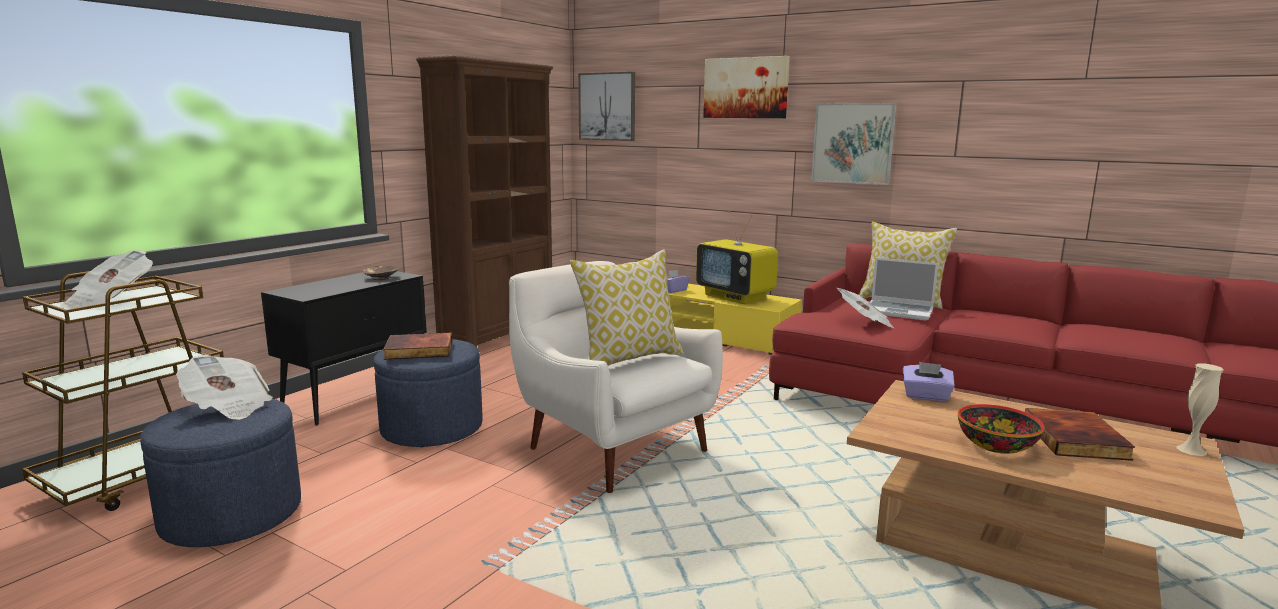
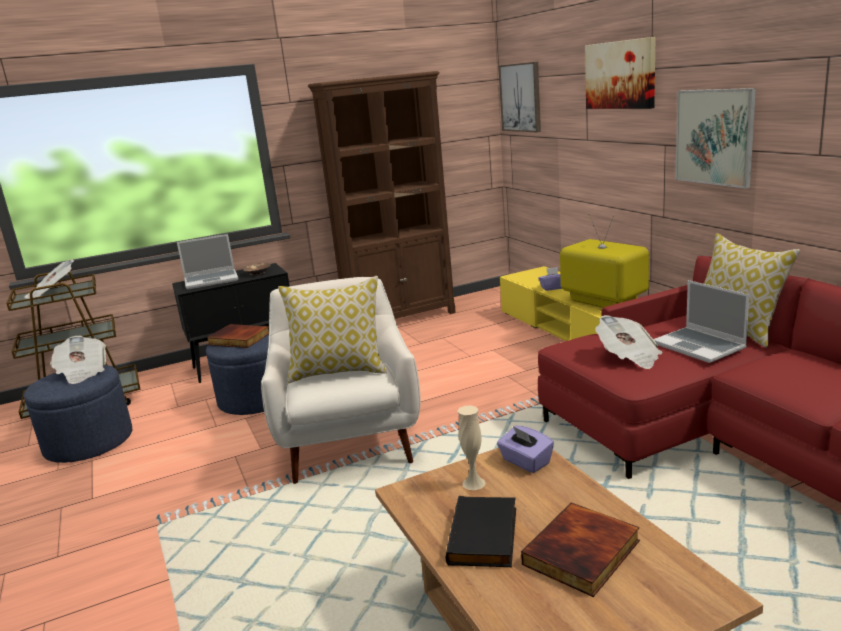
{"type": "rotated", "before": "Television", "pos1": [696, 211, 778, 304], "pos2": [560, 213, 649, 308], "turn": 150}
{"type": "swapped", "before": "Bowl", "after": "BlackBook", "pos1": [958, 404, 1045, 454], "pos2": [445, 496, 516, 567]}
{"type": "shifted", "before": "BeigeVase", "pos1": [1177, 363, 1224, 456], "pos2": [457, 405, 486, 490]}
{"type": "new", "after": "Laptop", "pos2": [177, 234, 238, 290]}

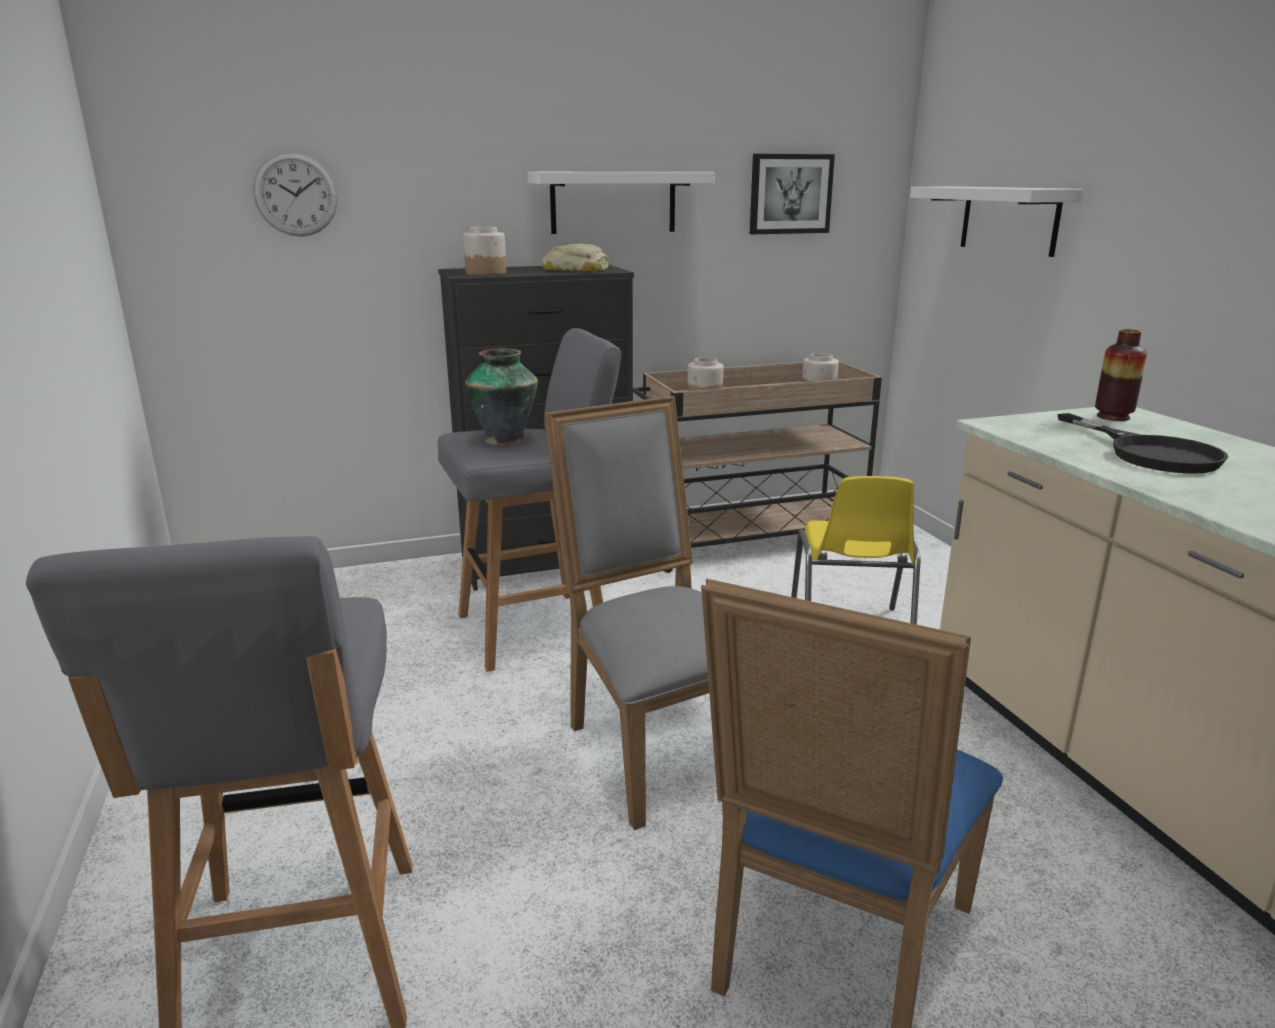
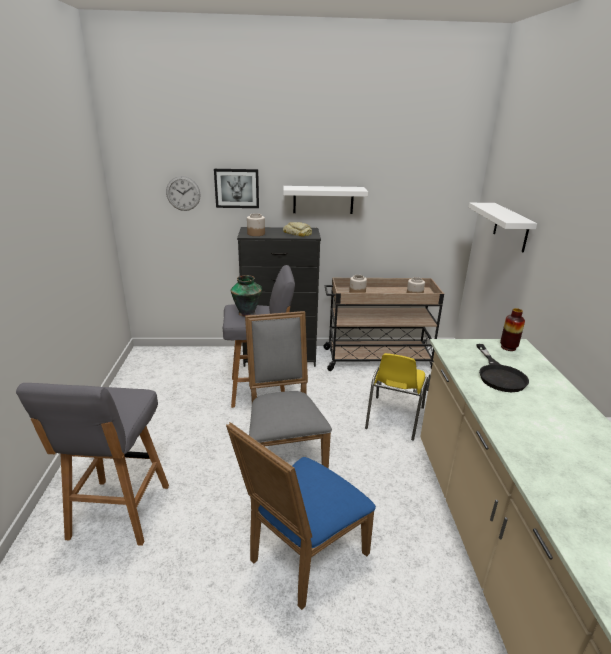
{"type": "shifted", "before": "Picture", "pos1": [750, 154, 835, 234], "pos2": [214, 169, 259, 208]}

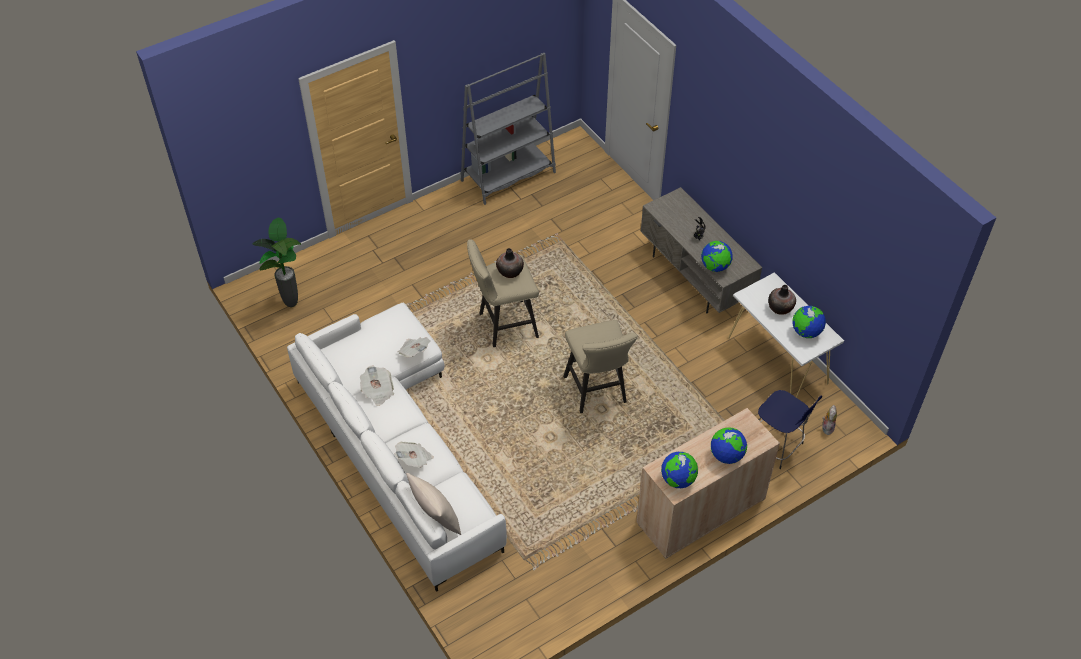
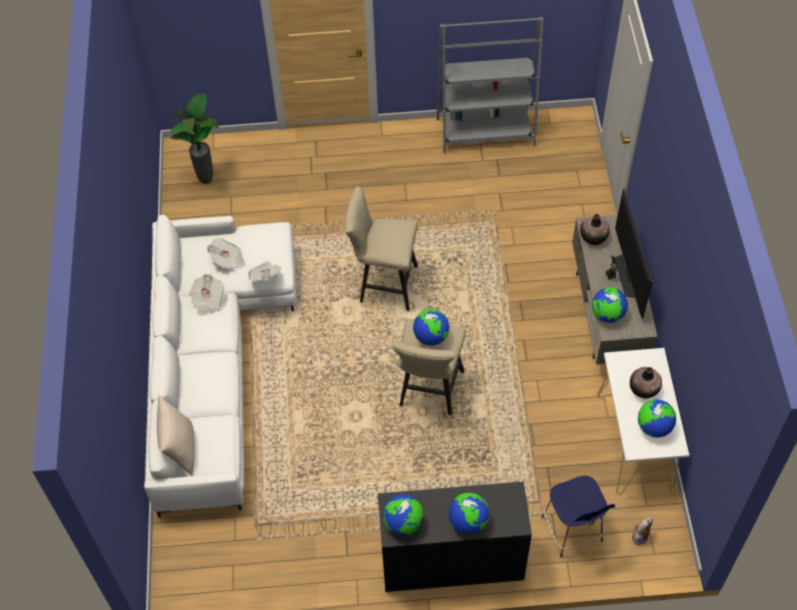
{"type": "shifted", "before": "Newspaper", "pos1": [394, 442, 434, 468], "pos2": [207, 238, 245, 269]}
{"type": "shifted", "before": "Vase", "pos1": [496, 248, 524, 278], "pos2": [580, 214, 610, 245]}
{"type": "repainted", "before": "BeigeCabinet", "after": "BlackCabinet", "pos1": [636, 408, 780, 559], "pos2": [378, 481, 532, 592]}
{"type": "new", "after": "Globe", "pos2": [413, 309, 449, 346]}
{"type": "new", "after": "Television", "pos2": [615, 189, 652, 319]}

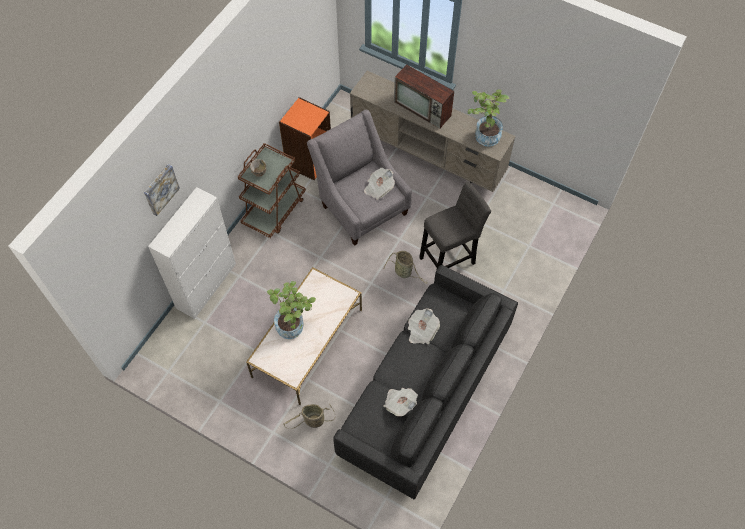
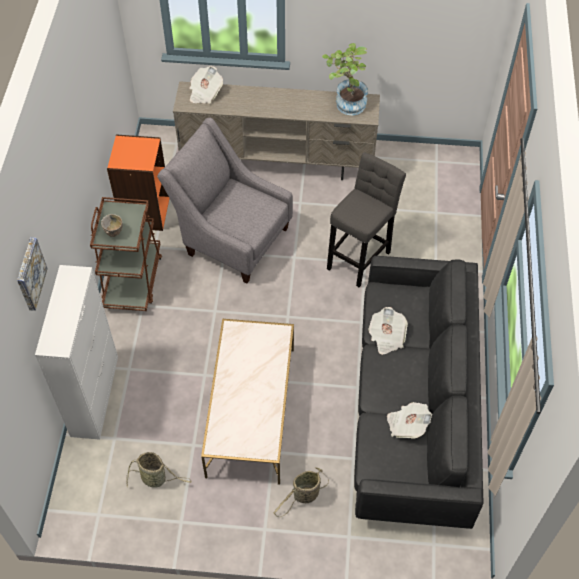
{"type": "gone", "before": "PottedPlant", "pos1": [267, 281, 316, 339]}
{"type": "shifted", "before": "Newspaper", "pos1": [364, 168, 395, 200], "pos2": [189, 66, 223, 104]}
{"type": "shifted", "before": "Basket", "pos1": [384, 251, 427, 284], "pos2": [126, 452, 192, 488]}
{"type": "gone", "before": "Television", "pos1": [394, 65, 454, 129]}

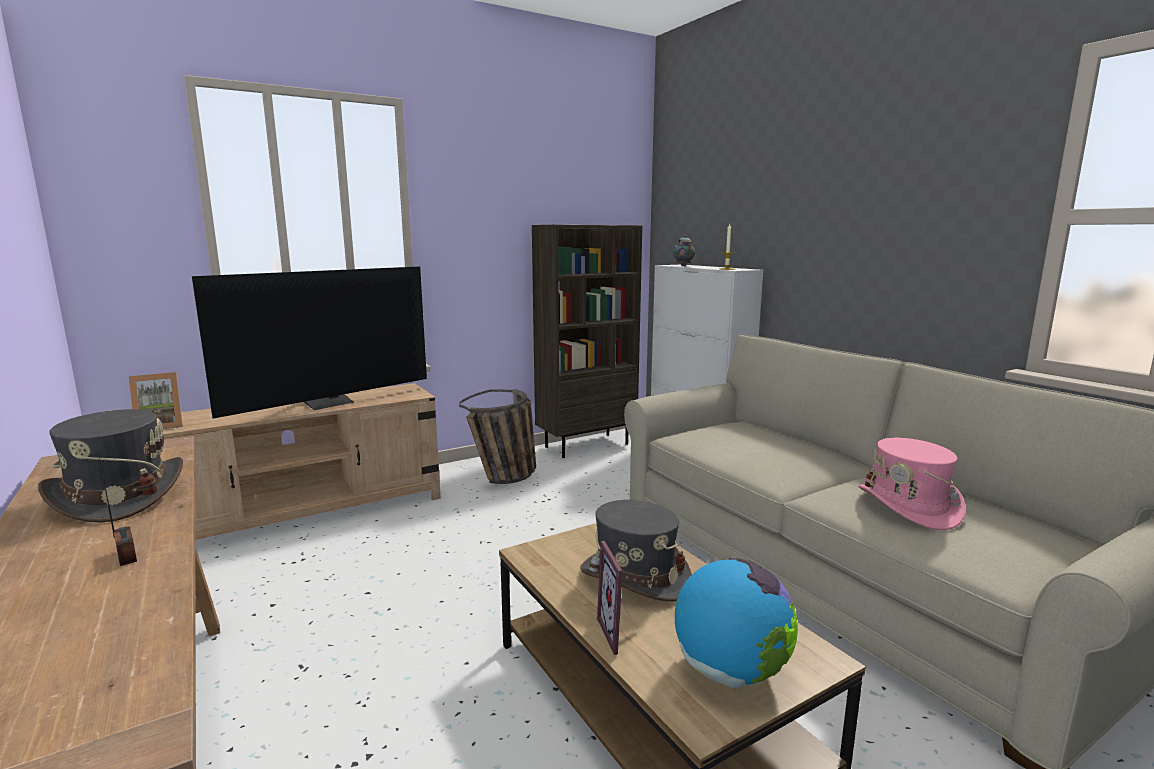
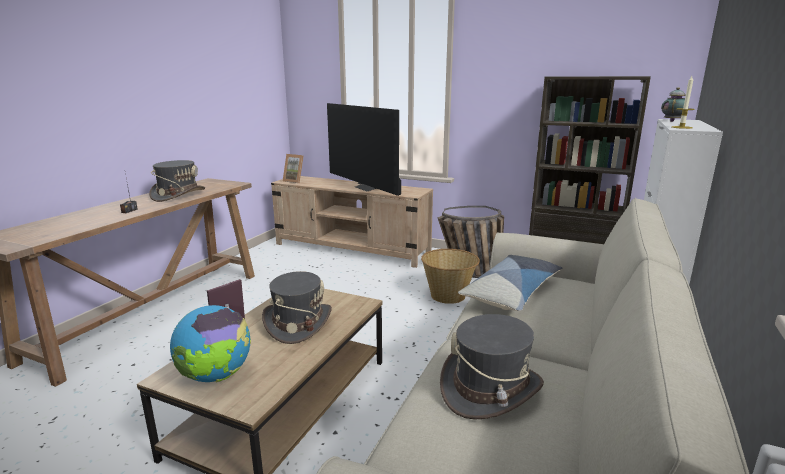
{"type": "rotated", "before": "Television", "pos1": [192, 267, 427, 419], "pos2": [327, 103, 401, 196], "turn": 45}
{"type": "repainted", "before": "PinkHat", "after": "GreyHat", "pos1": [858, 438, 966, 530], "pos2": [440, 314, 544, 420]}
{"type": "new", "after": "Basket", "pos2": [421, 249, 480, 304]}
{"type": "new", "after": "Pillow", "pos2": [458, 255, 562, 311]}

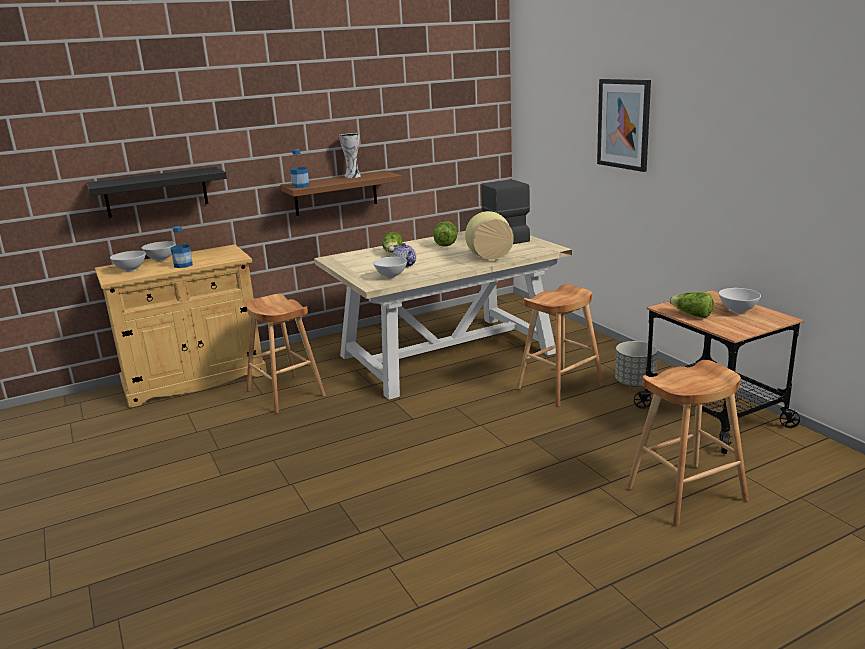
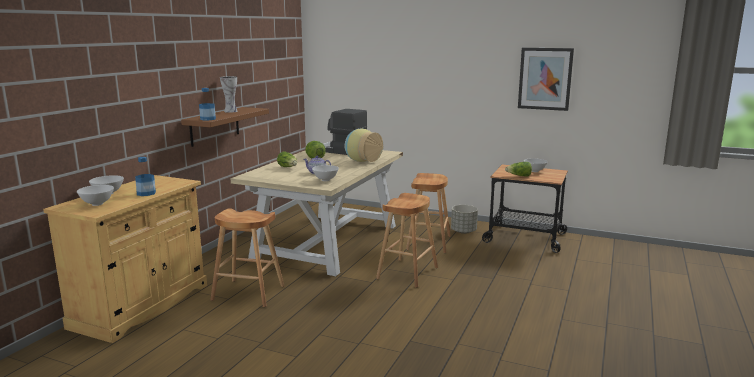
{"type": "gone", "before": "BlackShelf", "pos1": [86, 167, 227, 218]}
{"type": "shifted", "before": "Picture", "pos1": [597, 79, 651, 172], "pos2": [518, 48, 574, 111]}
{"type": "shifted", "before": "BrownStool", "pos1": [626, 360, 749, 527], "pos2": [376, 193, 438, 288]}

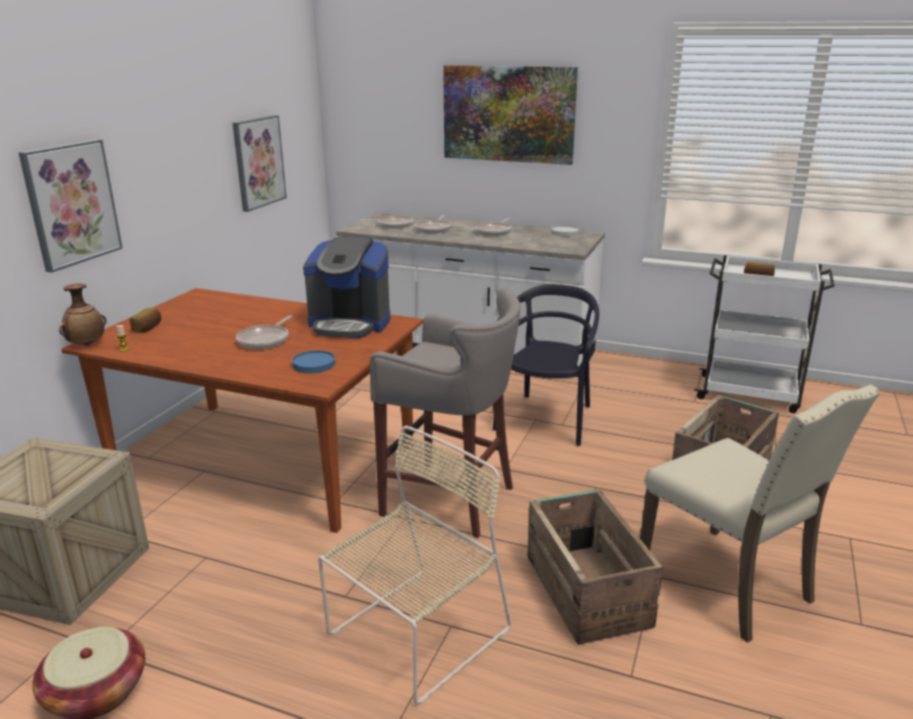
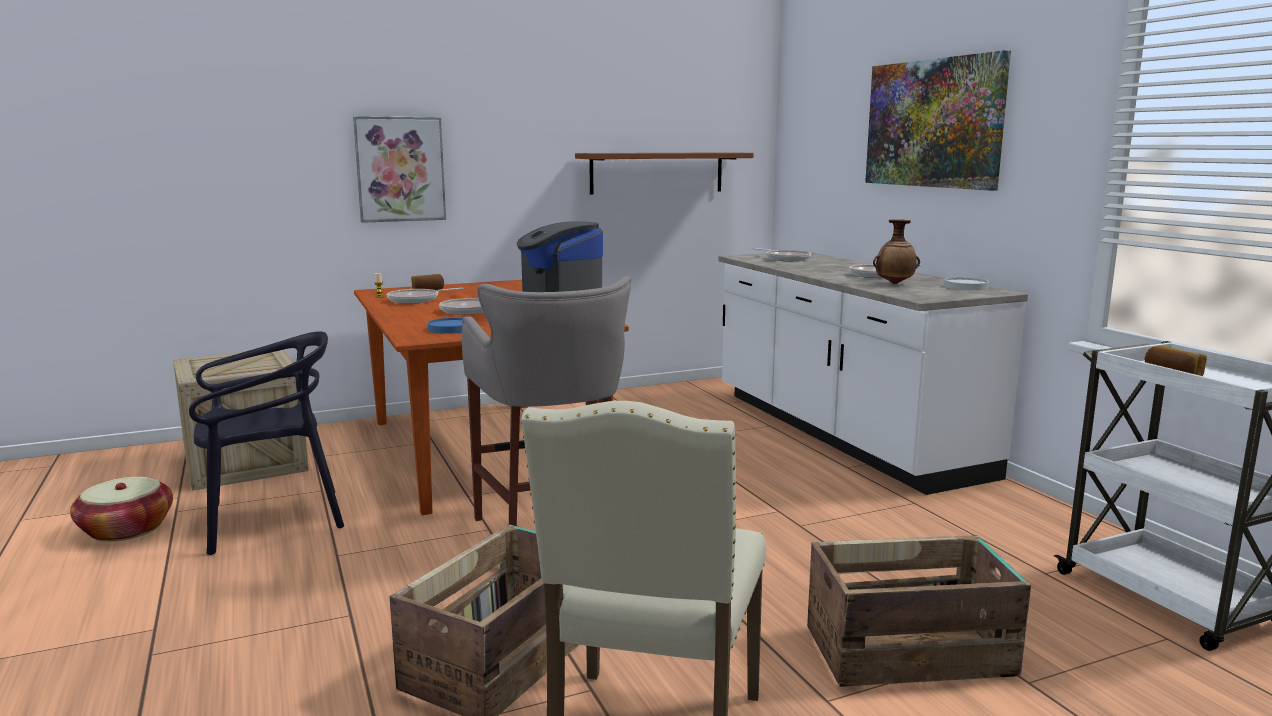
{"type": "shifted", "before": "Vase", "pos1": [59, 284, 107, 346], "pos2": [873, 219, 920, 284]}
{"type": "swapped", "before": "Picture", "after": "BrownShelf", "pos1": [232, 115, 287, 212], "pos2": [575, 152, 754, 195]}
{"type": "gone", "before": "BeigeChair", "pos1": [318, 426, 511, 704]}
{"type": "shifted", "before": "FryingPan", "pos1": [415, 215, 451, 233], "pos2": [387, 288, 464, 304]}
{"type": "shifted", "before": "BlackChair", "pos1": [493, 284, 599, 446], "pos2": [189, 331, 344, 555]}

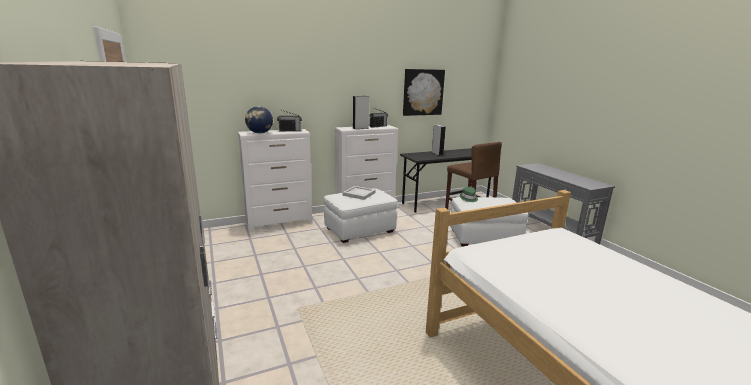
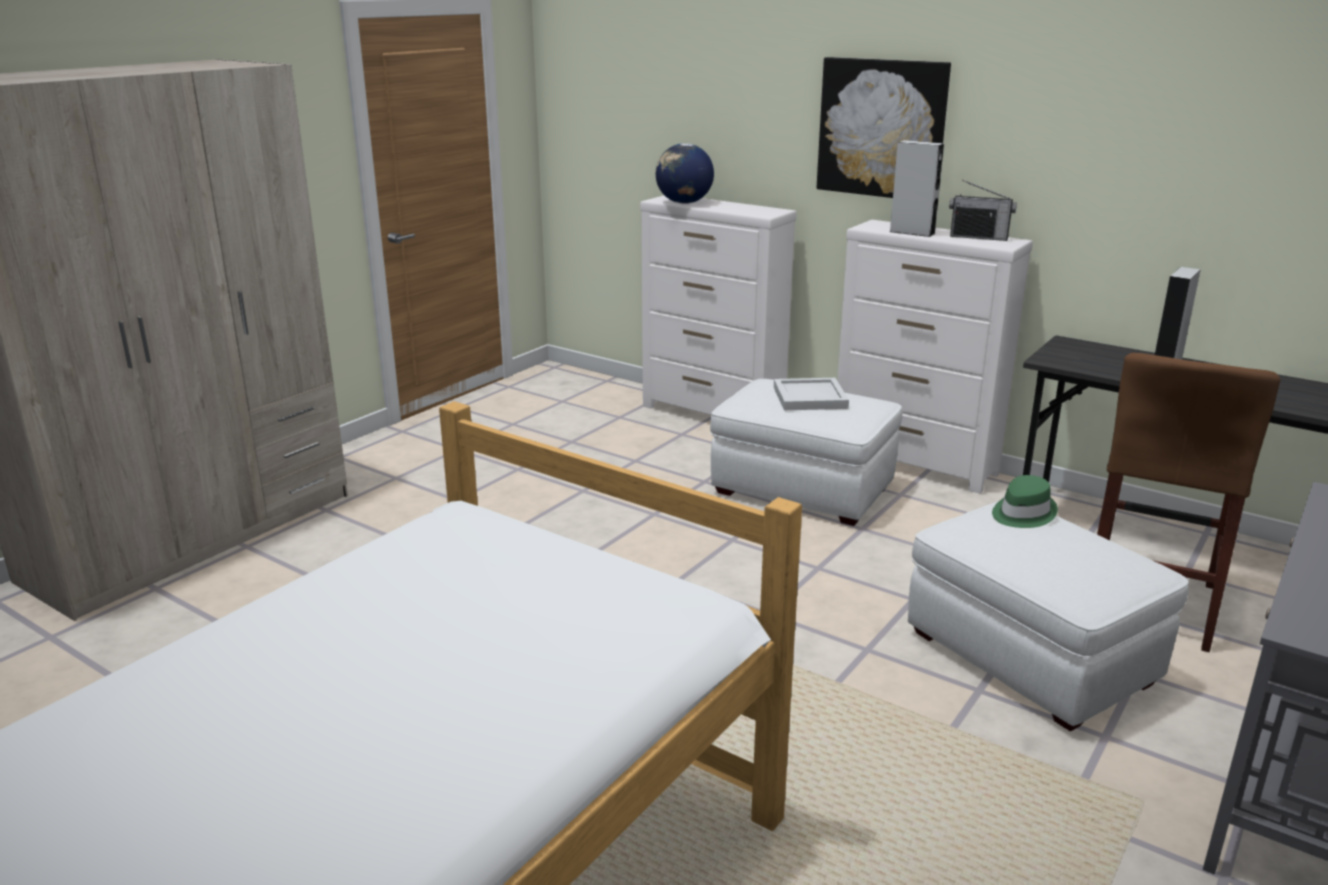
{"type": "gone", "before": "Radio", "pos1": [277, 110, 302, 131]}
{"type": "shifted", "before": "Picture", "pos1": [403, 69, 445, 116], "pos2": [817, 57, 951, 198]}

